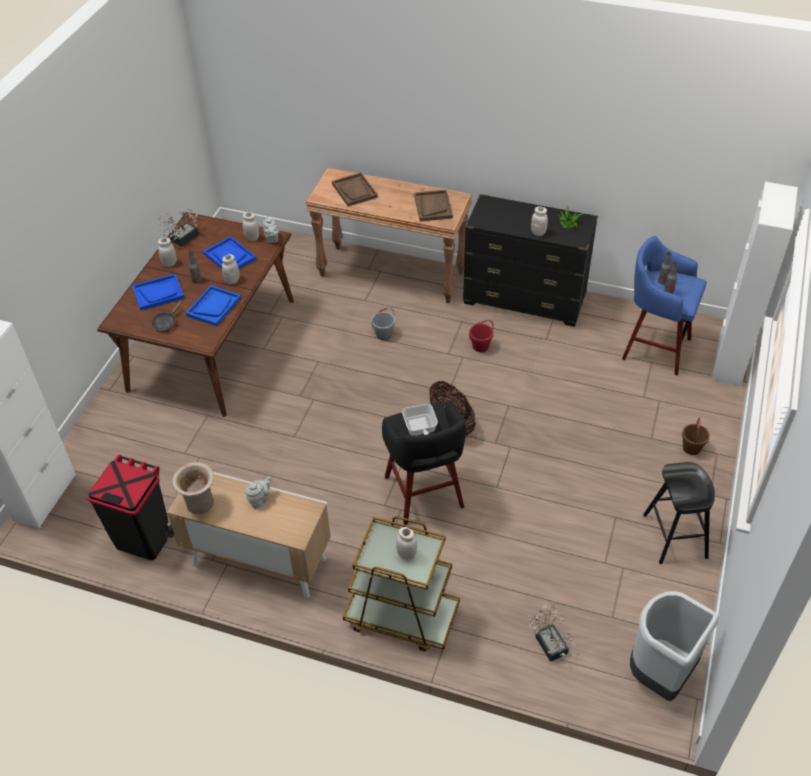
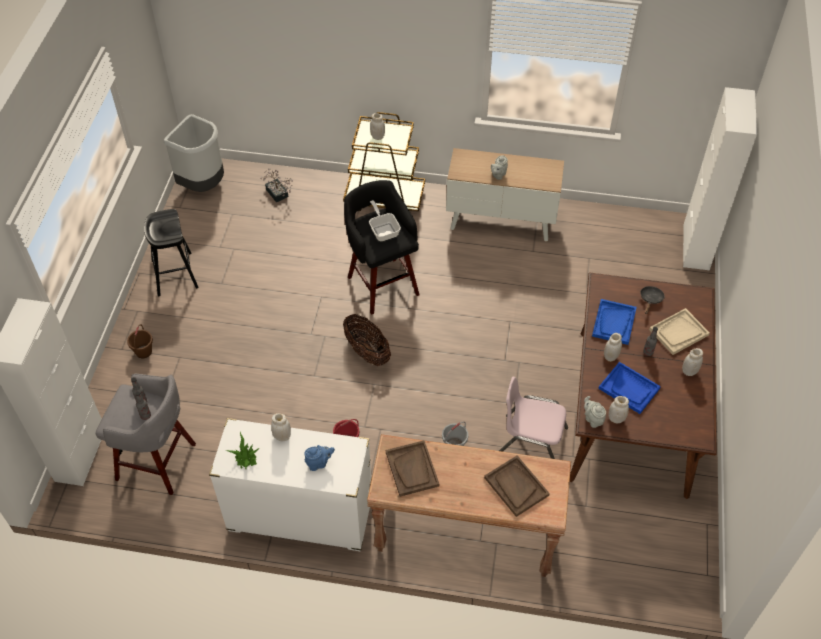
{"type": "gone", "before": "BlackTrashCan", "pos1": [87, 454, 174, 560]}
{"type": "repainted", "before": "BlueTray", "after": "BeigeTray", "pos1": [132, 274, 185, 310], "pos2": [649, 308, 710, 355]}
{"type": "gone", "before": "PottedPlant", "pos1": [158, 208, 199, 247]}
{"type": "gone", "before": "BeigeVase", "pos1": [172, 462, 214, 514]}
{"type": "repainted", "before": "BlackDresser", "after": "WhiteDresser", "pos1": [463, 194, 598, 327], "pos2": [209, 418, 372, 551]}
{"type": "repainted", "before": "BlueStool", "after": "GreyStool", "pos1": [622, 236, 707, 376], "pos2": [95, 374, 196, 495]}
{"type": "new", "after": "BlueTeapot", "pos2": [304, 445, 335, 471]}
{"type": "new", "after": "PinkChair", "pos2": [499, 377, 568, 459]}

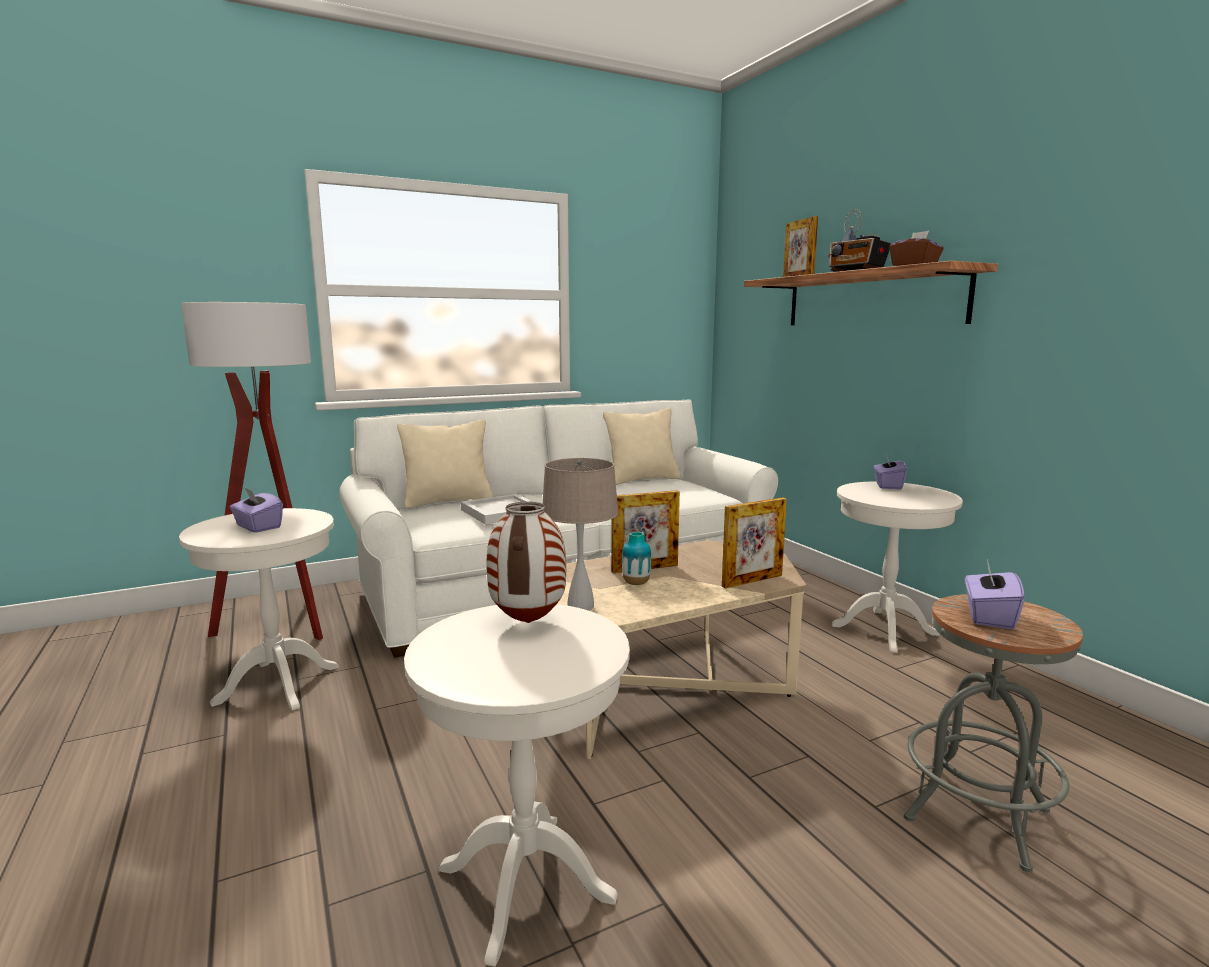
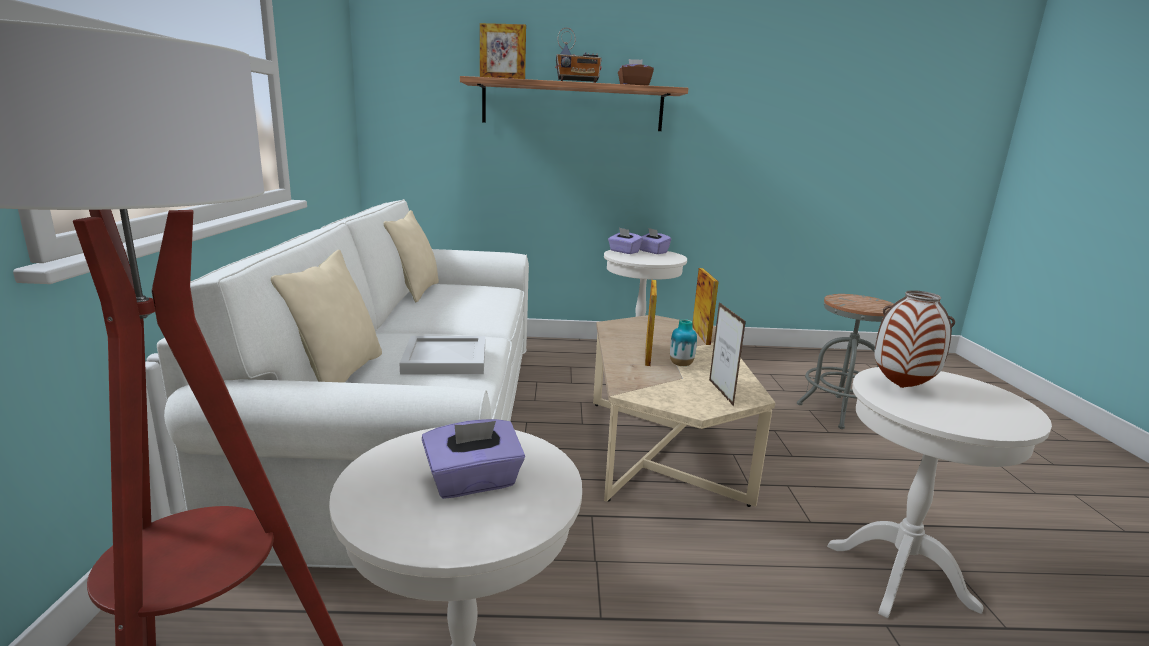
{"type": "swapped", "before": "BeigeTableLamp", "after": "PictureFrame", "pos1": [542, 458, 618, 611], "pos2": [709, 302, 746, 406]}
{"type": "shifted", "before": "PurpleTissueBox", "pos1": [965, 559, 1025, 629], "pos2": [640, 228, 671, 254]}

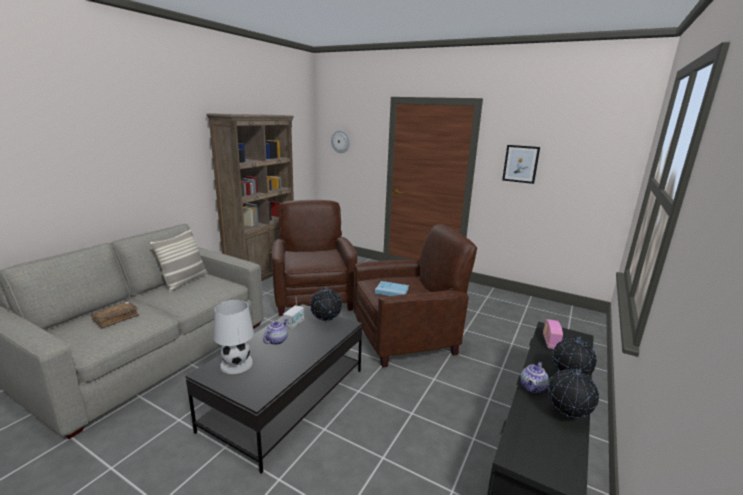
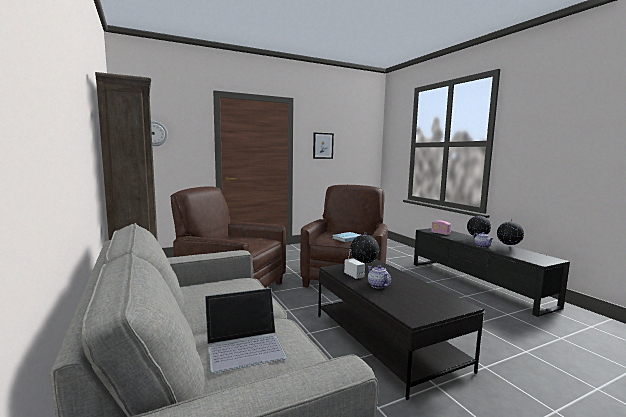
{"type": "swapped", "before": "BrownBook", "after": "Laptop", "pos1": [91, 301, 139, 329], "pos2": [205, 288, 287, 373]}
{"type": "gone", "before": "Pillow", "pos1": [150, 230, 208, 293]}
{"type": "gone", "before": "WhiteTableLamp", "pos1": [214, 300, 254, 374]}

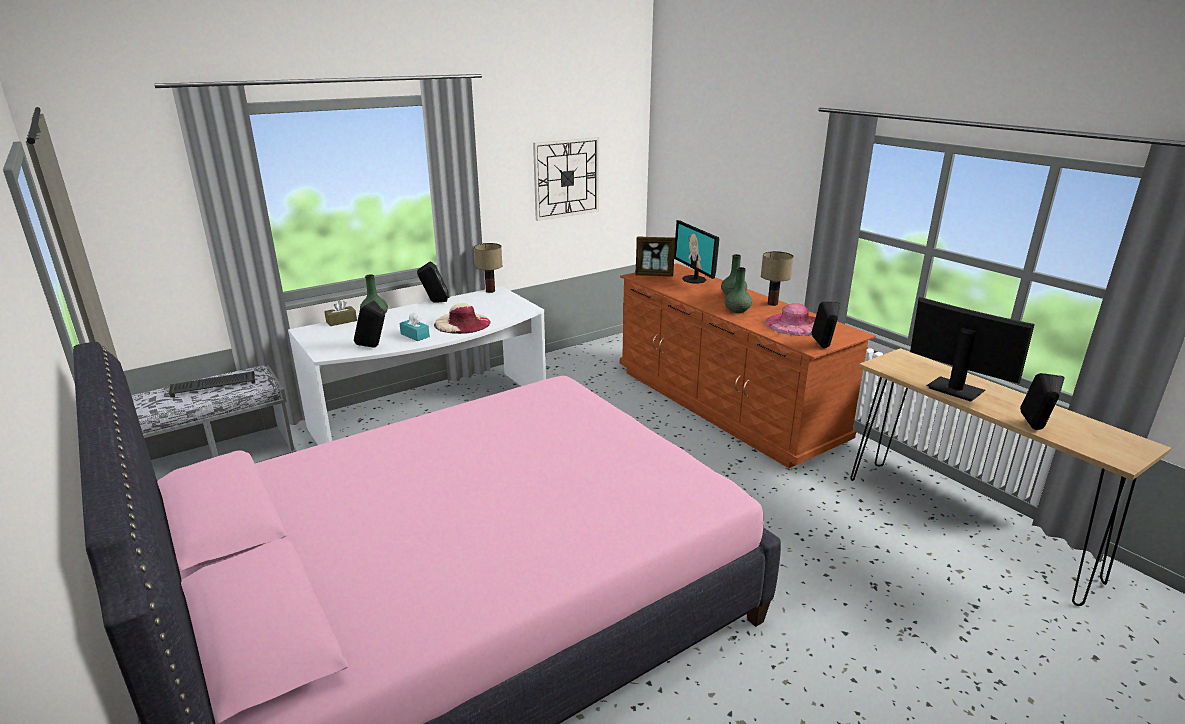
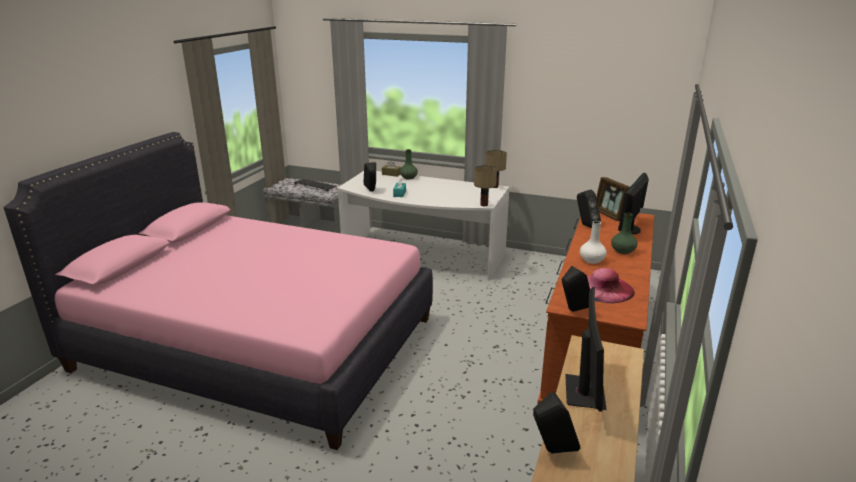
{"type": "shifted", "before": "BlackSpeaker", "pos1": [417, 262, 449, 303], "pos2": [577, 190, 601, 228]}
{"type": "gone", "before": "BeigeHat", "pos1": [434, 303, 491, 334]}
{"type": "gone", "before": "WallClock", "pos1": [533, 137, 599, 221]}
{"type": "repainted", "before": "GreenVase", "after": "WhiteVase", "pos1": [724, 267, 752, 313], "pos2": [580, 221, 606, 264]}
{"type": "shifted", "before": "TableLamp", "pos1": [761, 251, 794, 306], "pos2": [474, 165, 497, 206]}

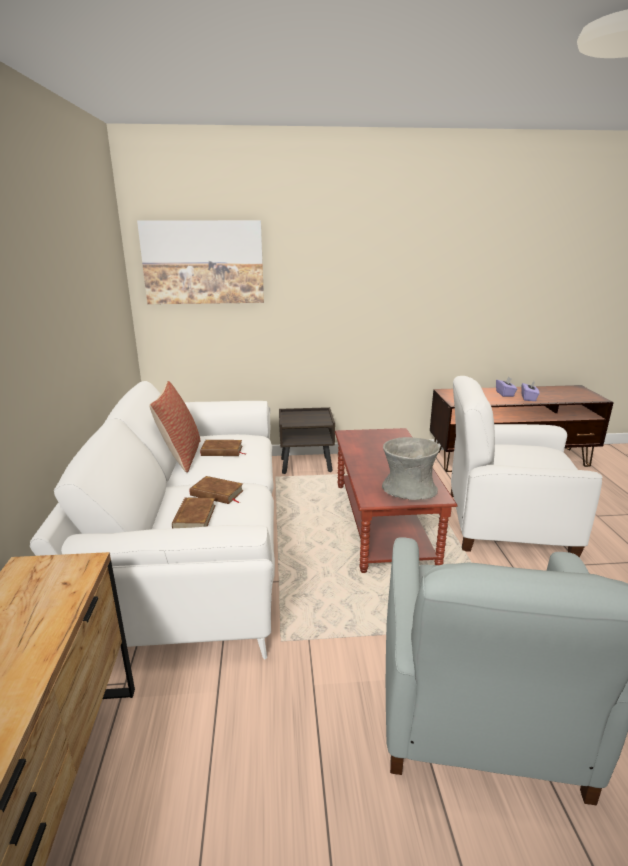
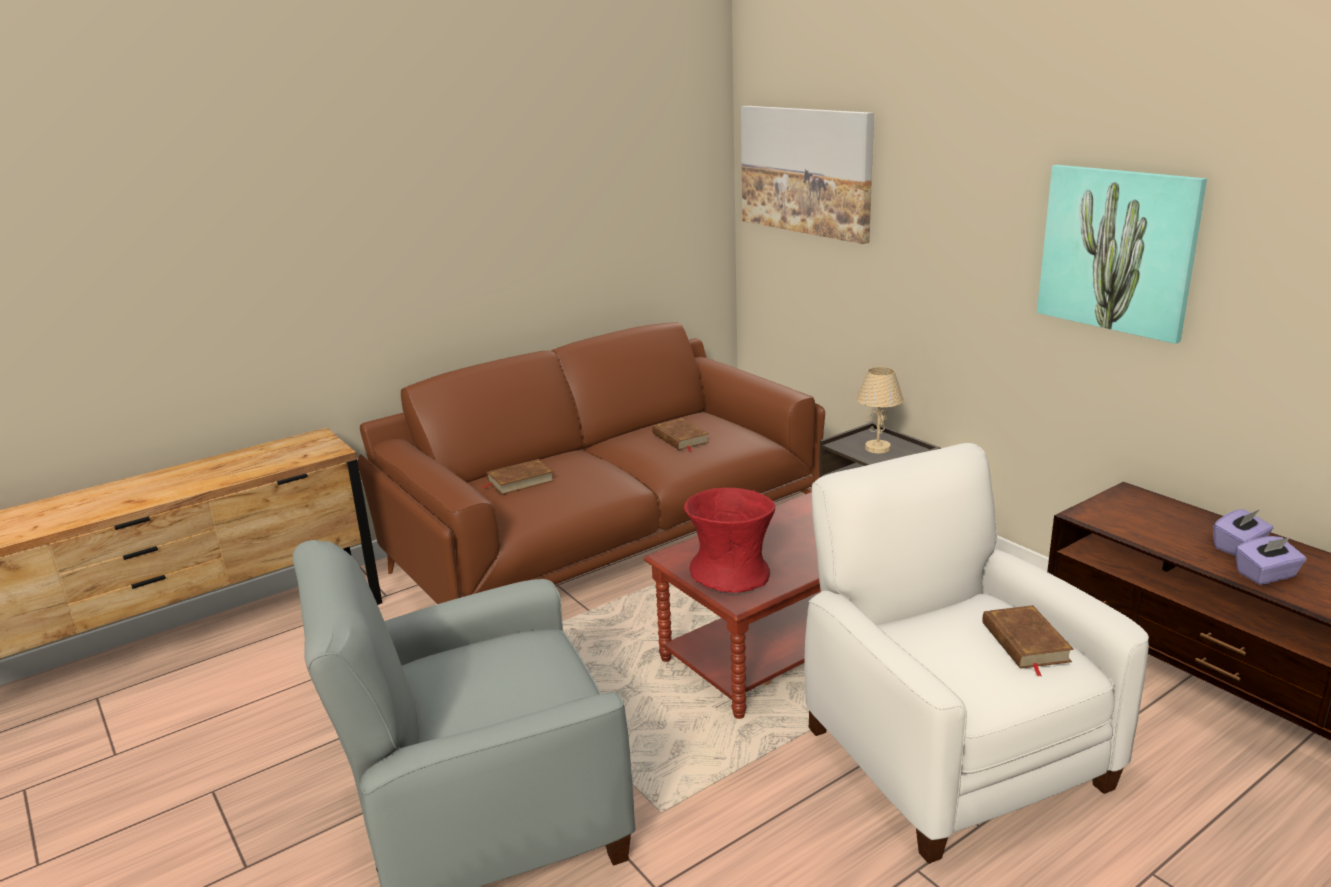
{"type": "repainted", "before": "WhiteSofa", "after": "BrownSofa", "pos1": [30, 381, 275, 659], "pos2": [358, 322, 825, 604]}
{"type": "gone", "before": "Pillow", "pos1": [149, 381, 200, 473]}
{"type": "shifted", "before": "BrownBook", "pos1": [190, 476, 244, 504], "pos2": [982, 605, 1074, 676]}
{"type": "repainted", "before": "GreyVase", "after": "RedVase", "pos1": [382, 437, 440, 500], "pos2": [684, 488, 775, 593]}
{"type": "new", "after": "BeigeTableLamp", "pos2": [856, 367, 904, 453]}
{"type": "new", "after": "Picture", "pos2": [1037, 165, 1207, 344]}

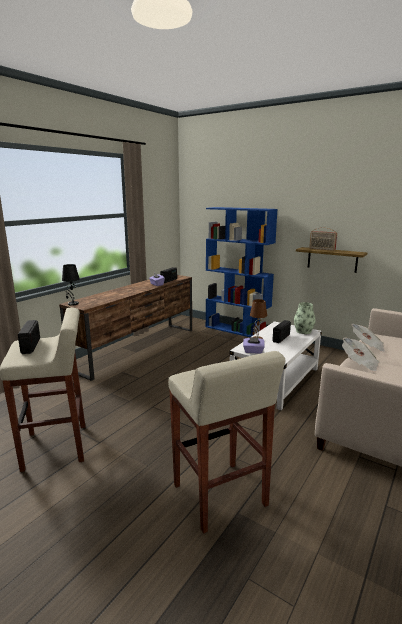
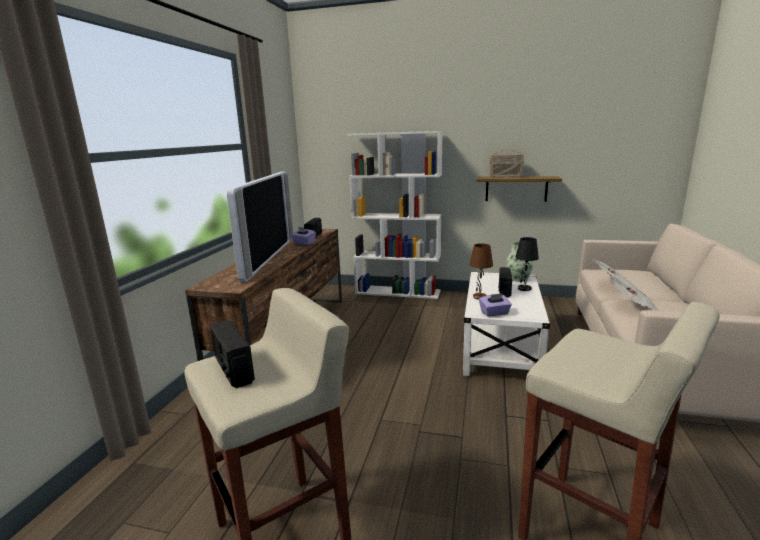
{"type": "shifted", "before": "BlackTableLamp", "pos1": [62, 264, 80, 306], "pos2": [515, 237, 539, 291]}
{"type": "repainted", "before": "BlueBookcase", "after": "WhiteBookcase", "pos1": [206, 207, 278, 337], "pos2": [347, 131, 443, 299]}
{"type": "new", "after": "Television", "pos2": [227, 172, 293, 282]}

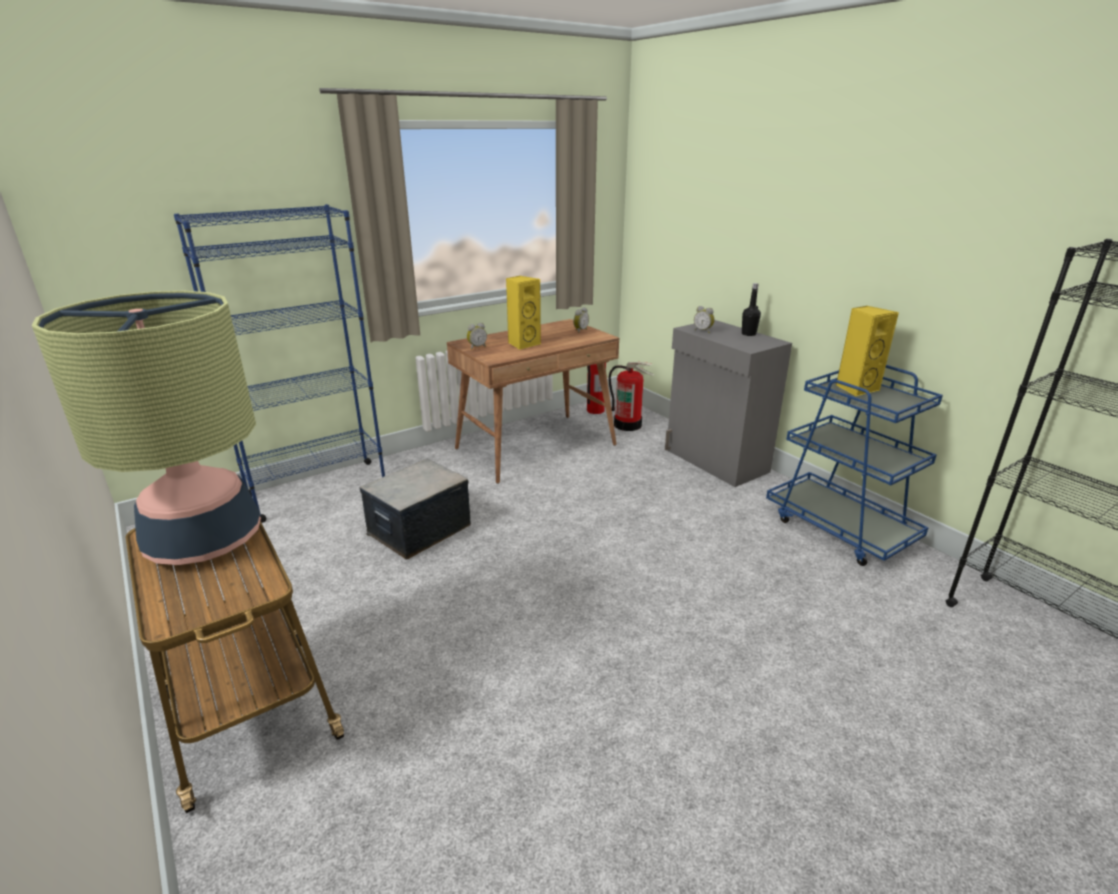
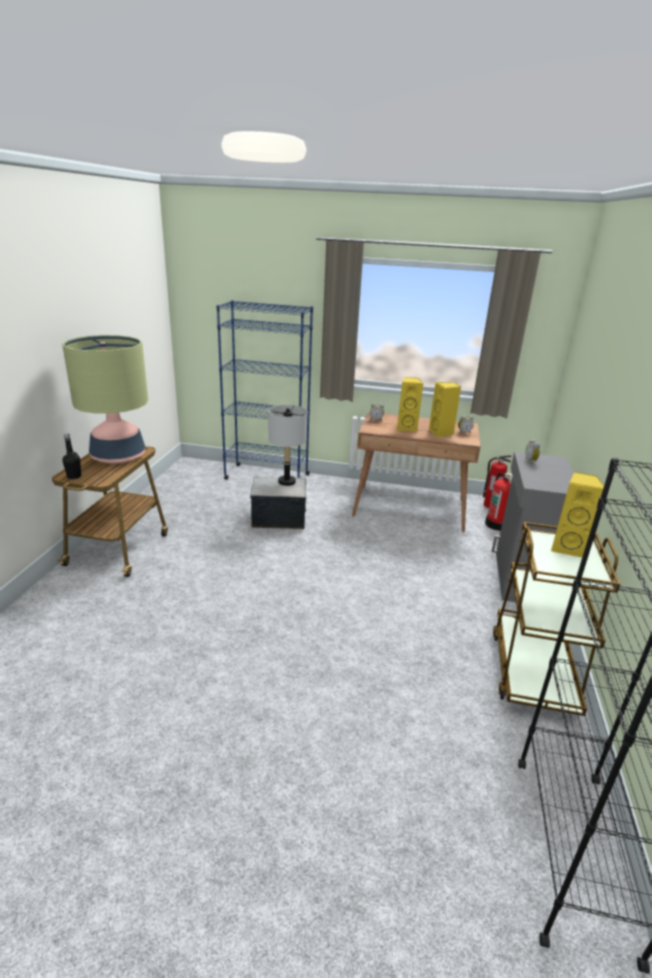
{"type": "shifted", "before": "BlackBottle", "pos1": [742, 283, 761, 336], "pos2": [63, 433, 81, 479]}
{"type": "repainted", "before": "BlueCart", "after": "BrownCart", "pos1": [766, 365, 943, 566], "pos2": [493, 522, 621, 716]}
{"type": "new", "after": "GreyTableLamp", "pos2": [268, 405, 308, 486]}
{"type": "new", "after": "YellowSpeaker", "pos2": [429, 382, 461, 437]}

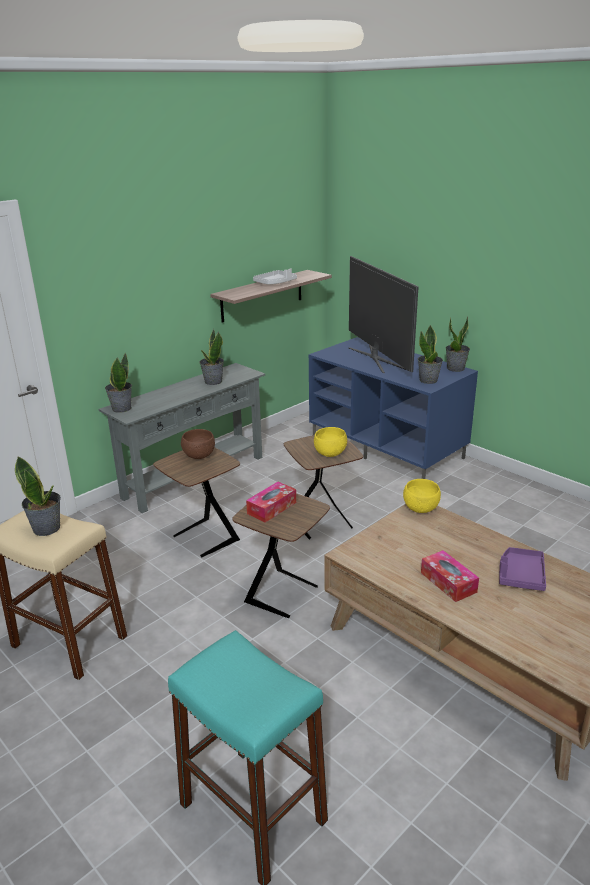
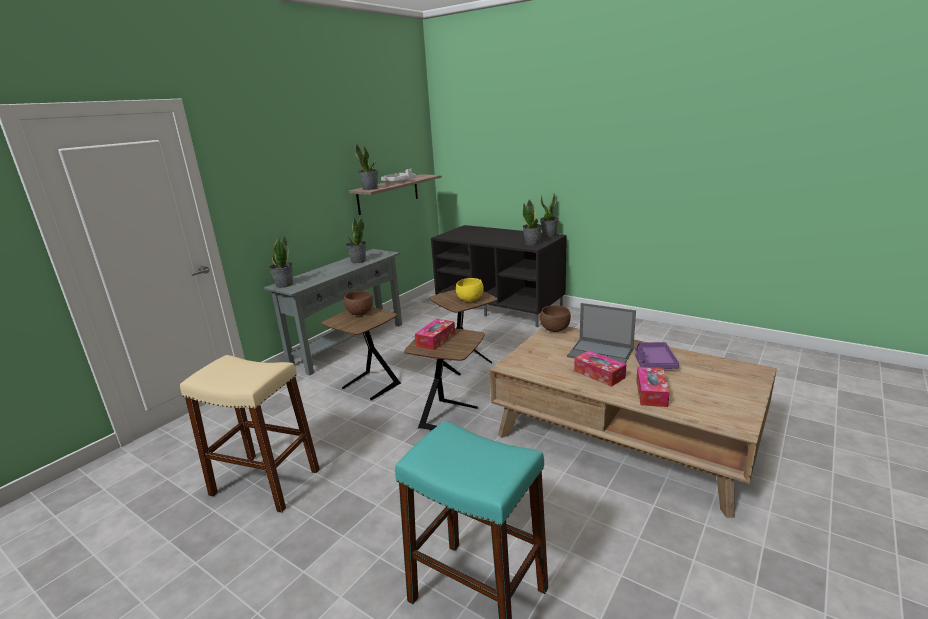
{"type": "shifted", "before": "PottedPlant", "pos1": [15, 456, 61, 536], "pos2": [355, 144, 378, 190]}
{"type": "repainted", "before": "BlueTvStand", "after": "BlackTvStand", "pos1": [309, 337, 478, 479], "pos2": [431, 225, 567, 327]}
{"type": "gone", "before": "Television", "pos1": [349, 256, 418, 373]}
{"type": "repainted", "before": "YellowBowl", "after": "BrownBowl", "pos1": [403, 479, 441, 513], "pos2": [540, 305, 571, 332]}
{"type": "new", "after": "Laptop", "pos2": [567, 303, 636, 364]}
{"type": "new", "after": "TissueBox", "pos2": [636, 367, 670, 407]}

